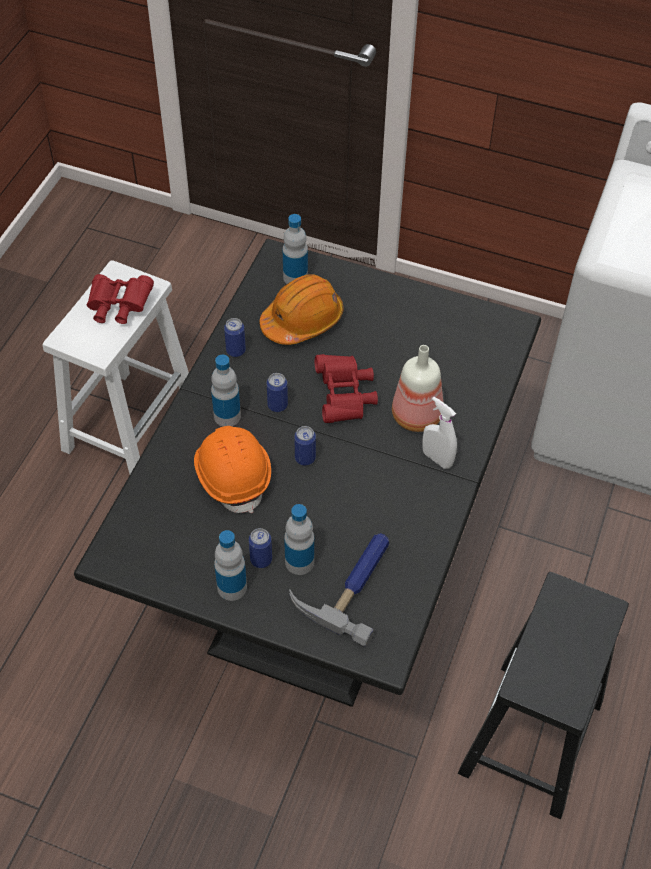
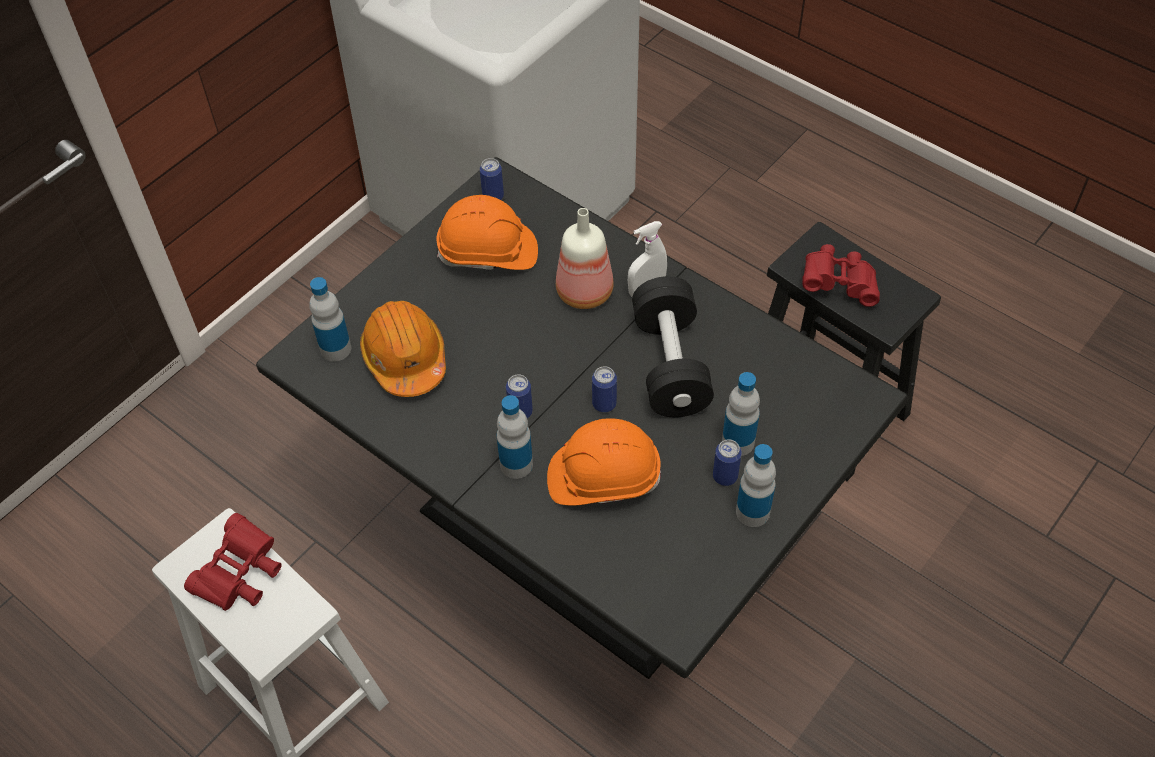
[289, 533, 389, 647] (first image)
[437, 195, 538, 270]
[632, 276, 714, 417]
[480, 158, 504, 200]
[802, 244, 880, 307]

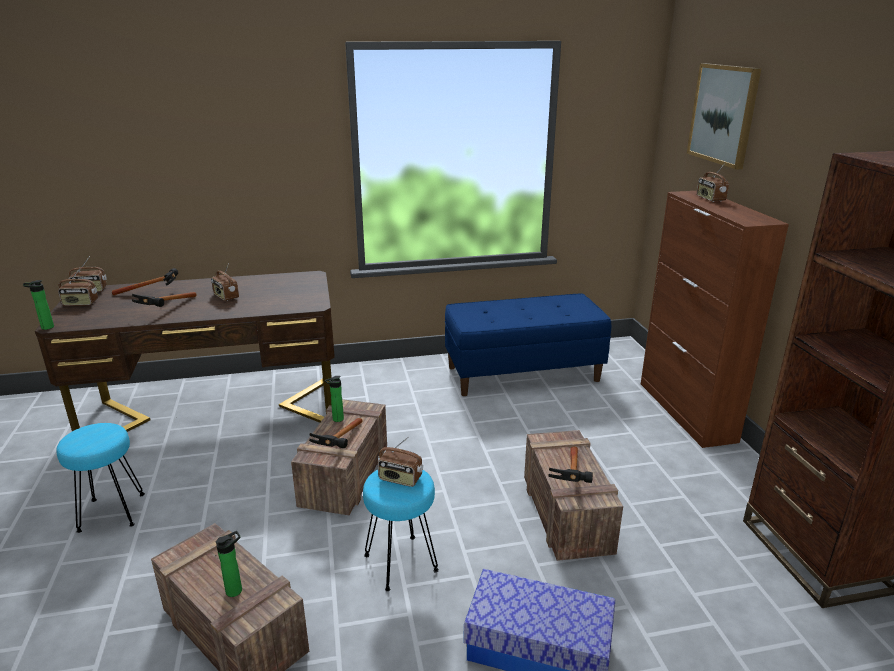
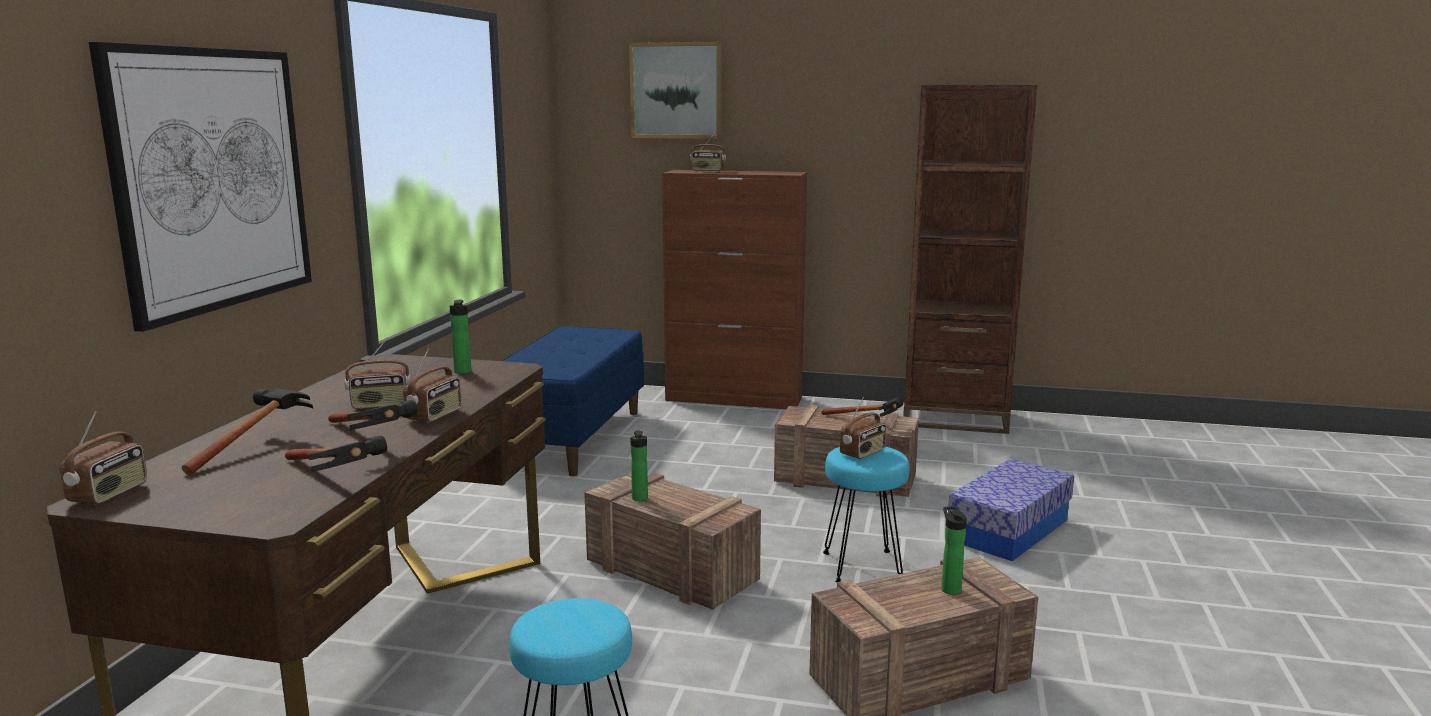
[89, 42, 312, 332]
[450, 299, 471, 374]
[403, 348, 462, 422]
[285, 435, 387, 472]

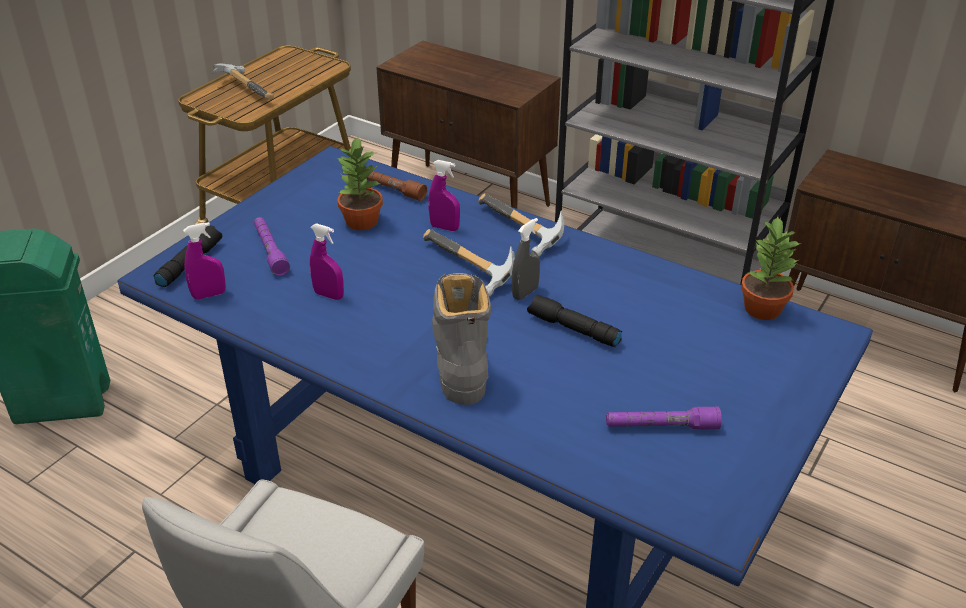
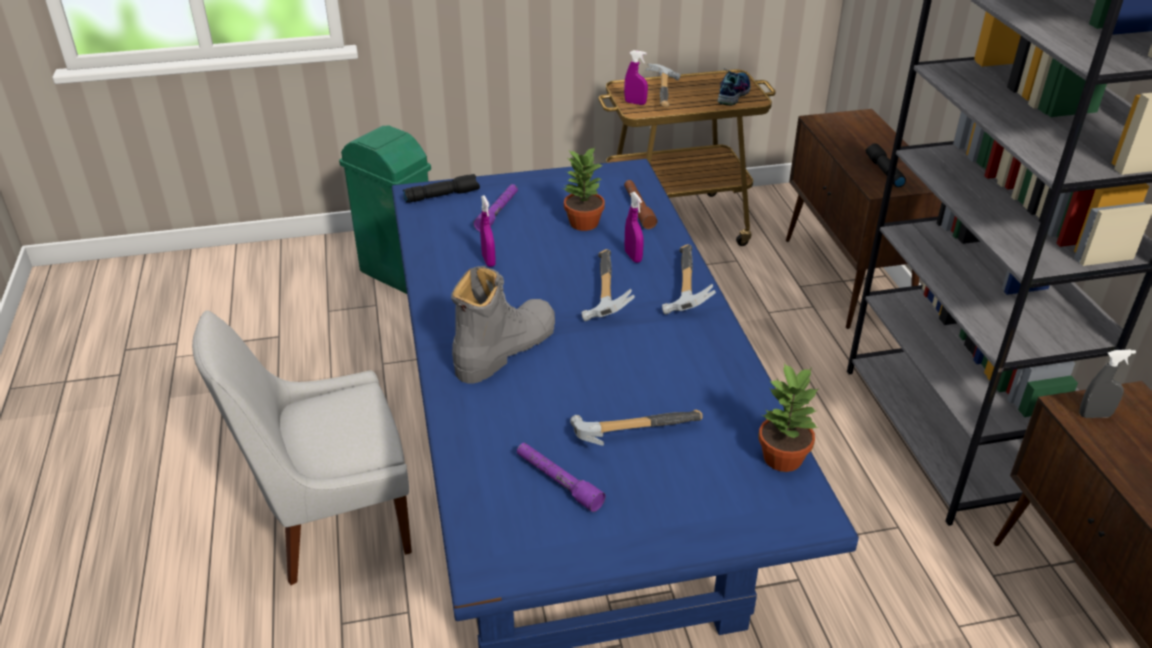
[570, 410, 703, 446]
[718, 68, 751, 106]
[624, 50, 648, 105]
[1079, 350, 1136, 418]
[866, 143, 906, 187]

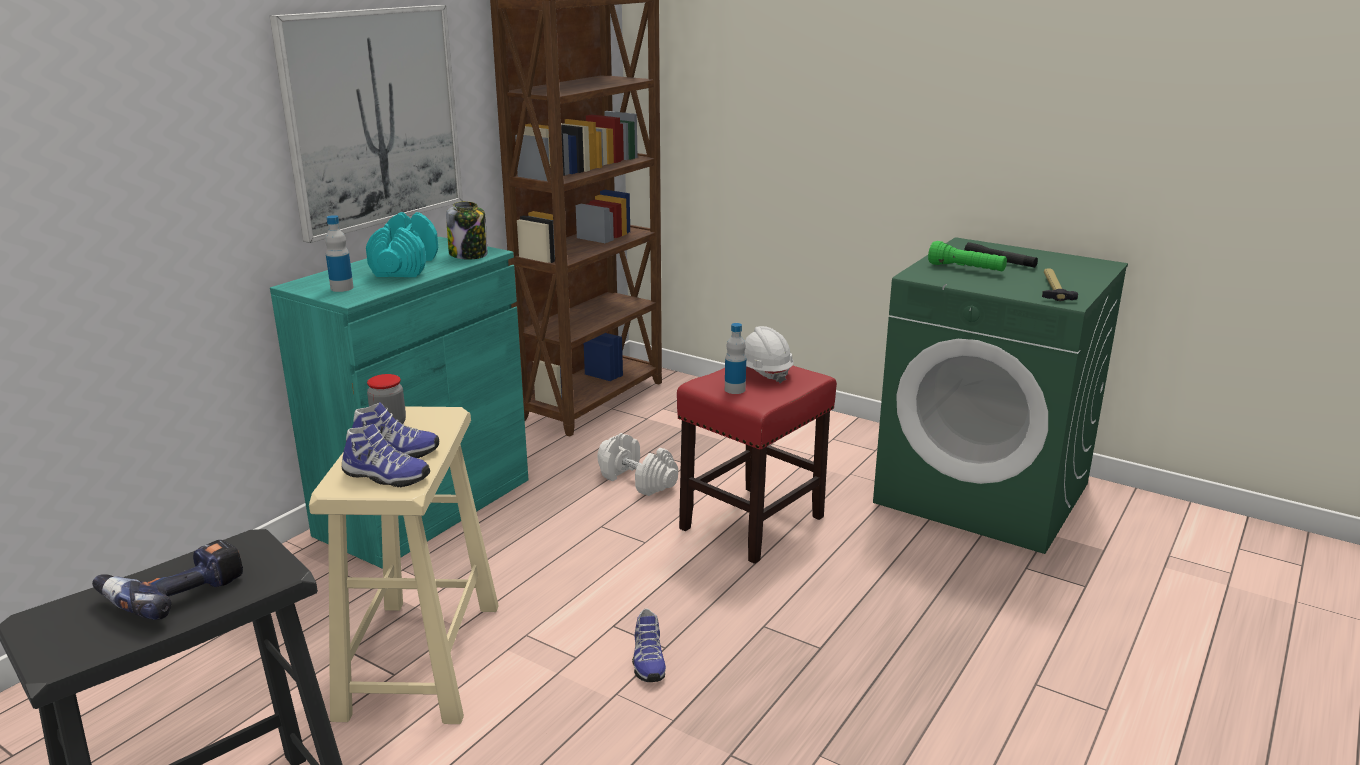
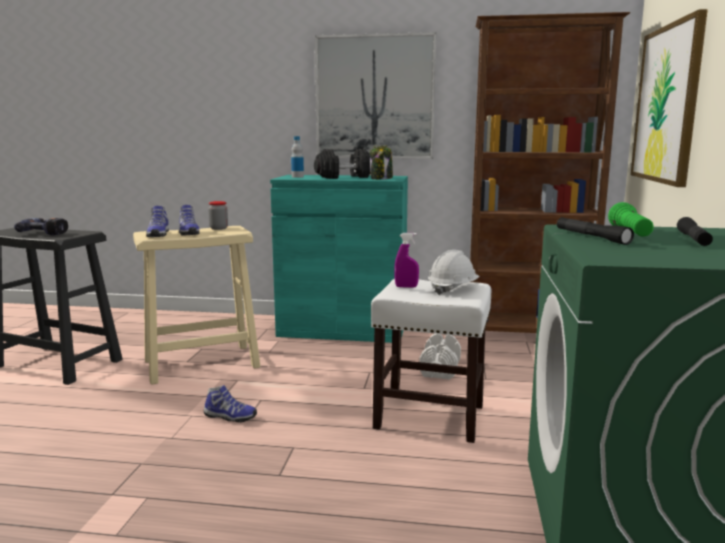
[1042, 269, 1078, 301] (first image)
[557, 217, 634, 245]
[631, 9, 708, 187]
[394, 233, 419, 288]
[314, 149, 371, 179]
[371, 278, 491, 443]
[204, 385, 257, 423]

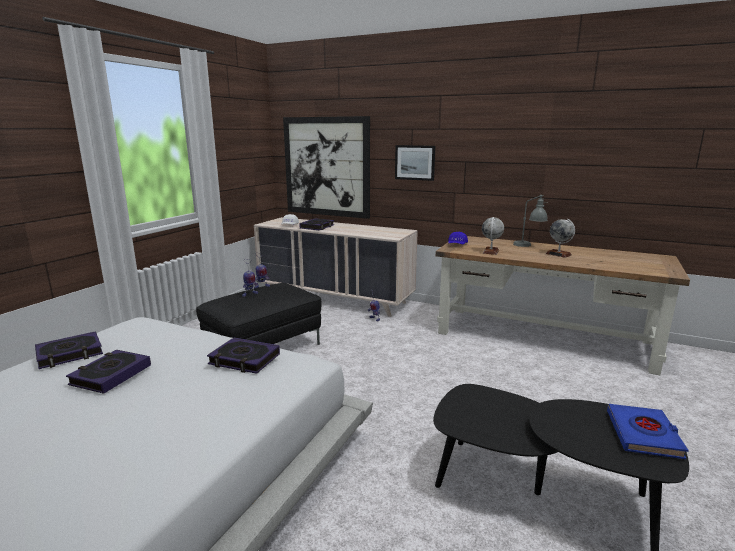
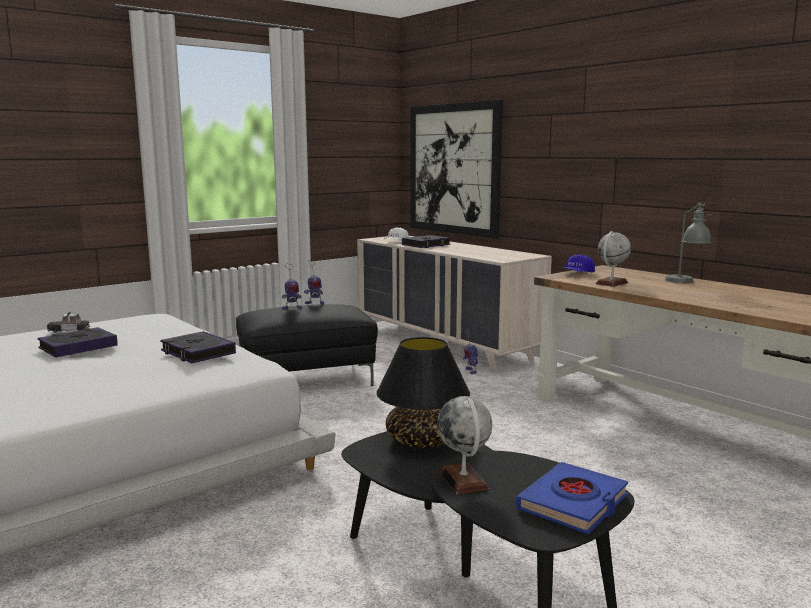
[395, 145, 435, 181] (first image)
[376, 337, 470, 448]
[437, 396, 493, 495]
[47, 311, 90, 333]

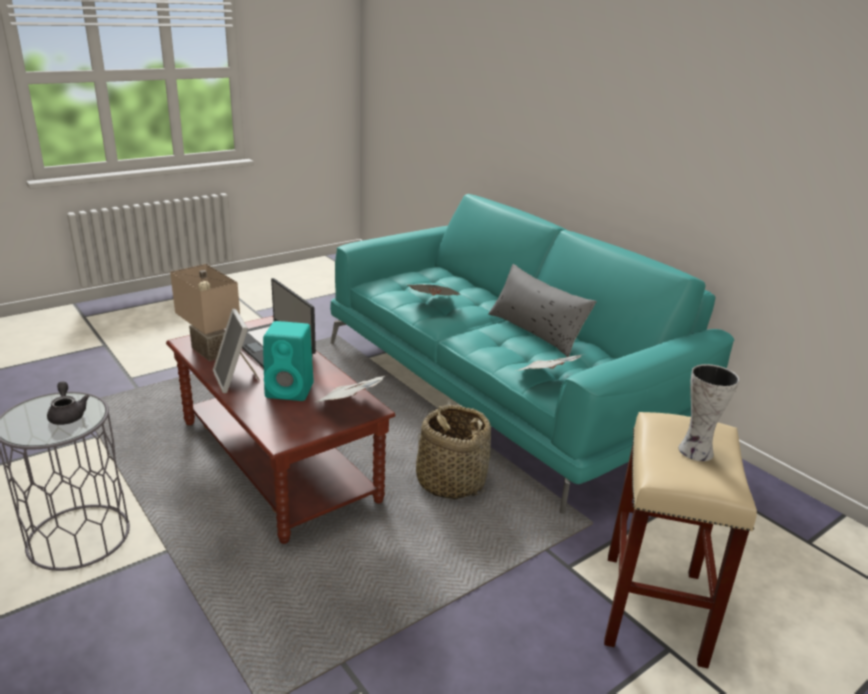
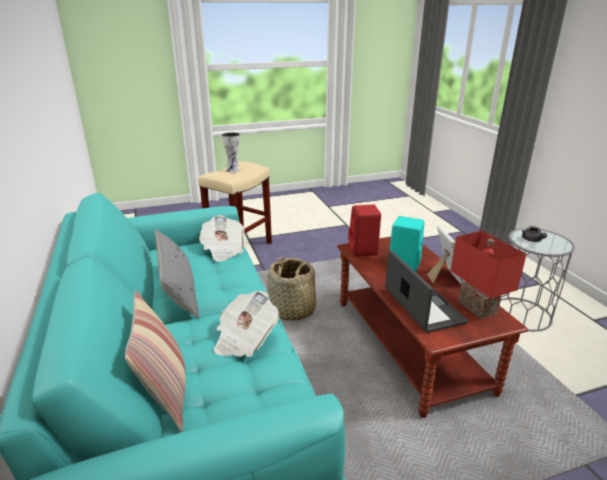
[125, 290, 186, 432]
[348, 205, 381, 257]
[450, 230, 527, 319]

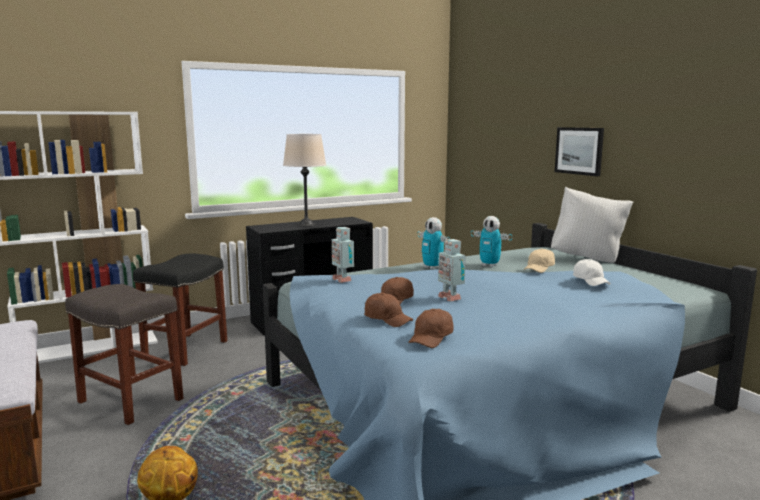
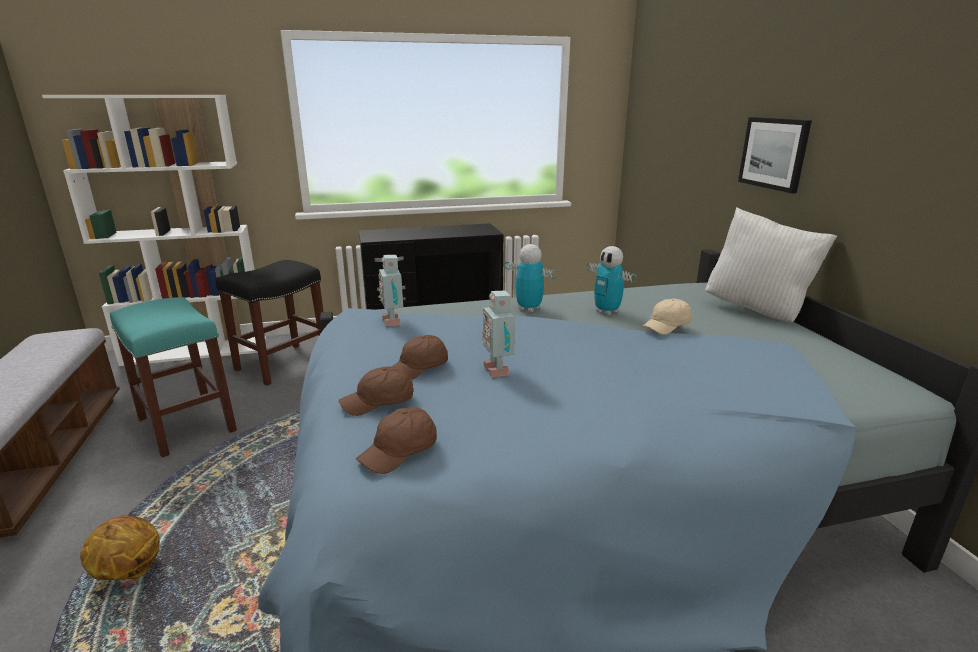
[283, 134, 326, 227] (first image)
[573, 259, 611, 286] (first image)
[110, 297, 237, 457]
[339, 366, 414, 416]
[505, 244, 556, 312]

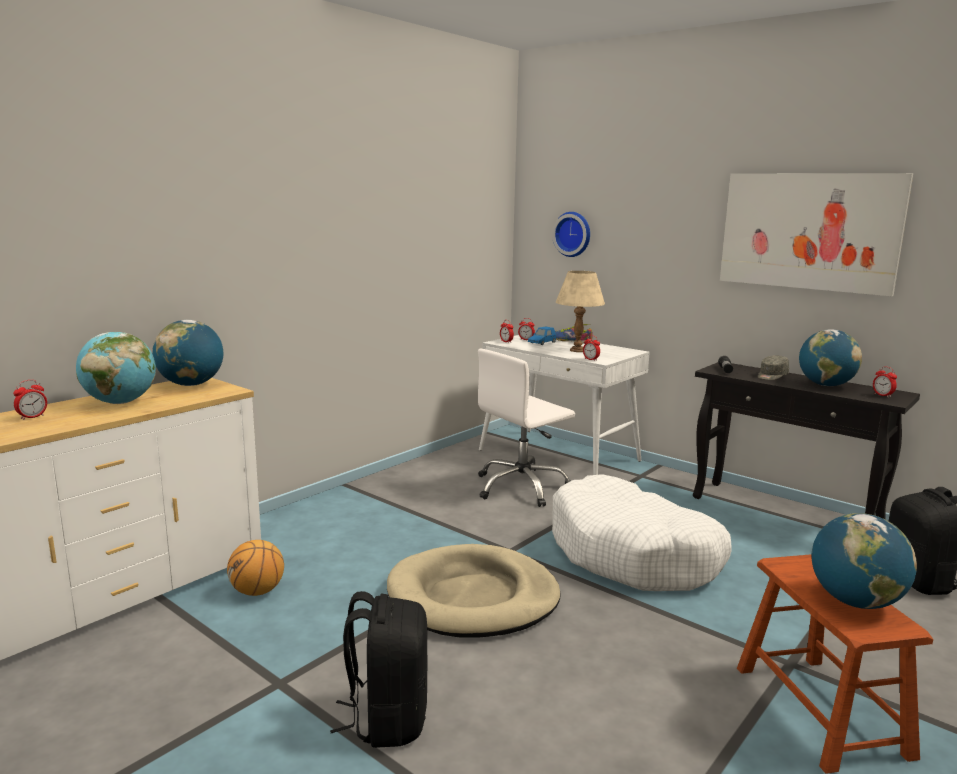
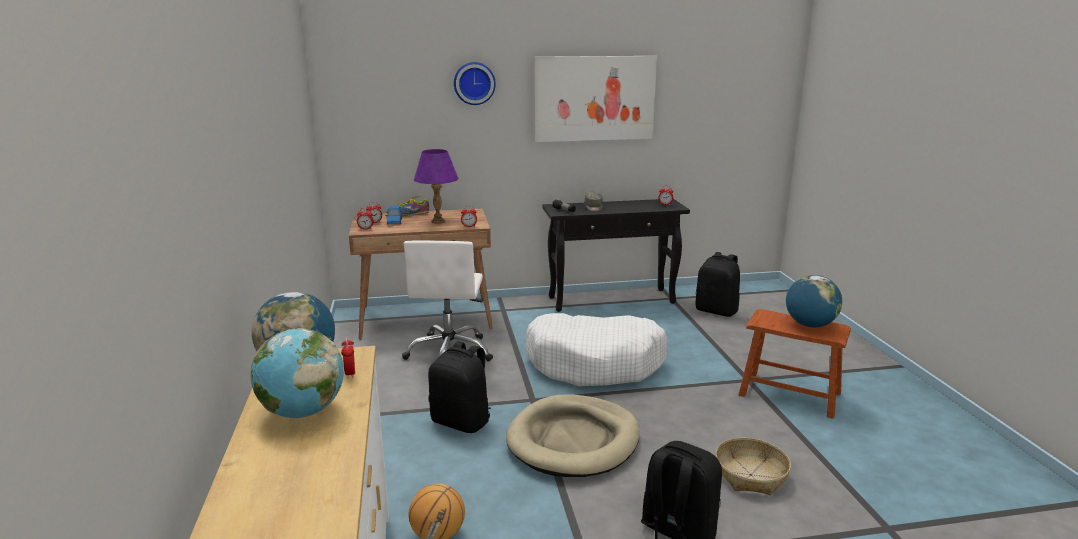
[799, 329, 862, 386] (first image)
[428, 341, 491, 433]
[715, 438, 791, 495]
[341, 336, 355, 379]
[454, 62, 496, 105]
[349, 209, 493, 340]
[414, 149, 459, 223]

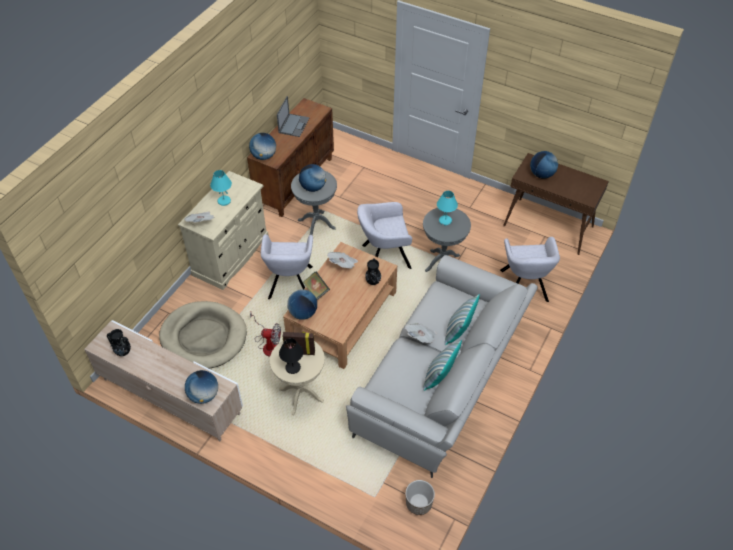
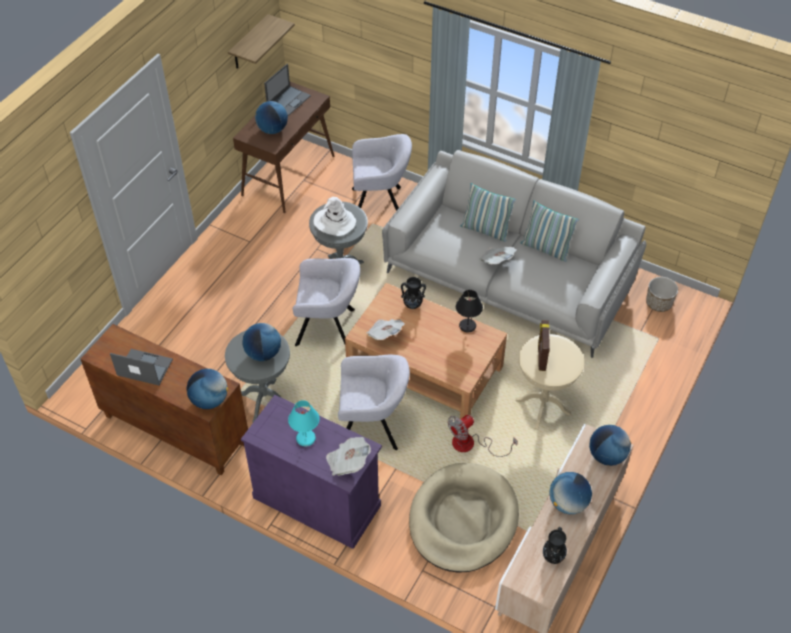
[303, 271, 330, 300] (first image)
[228, 14, 295, 69]
[264, 64, 311, 116]
[456, 290, 483, 333]
[549, 472, 592, 514]
[314, 197, 356, 236]
[241, 395, 382, 549]
[448, 415, 518, 457]
[293, 258, 360, 346]

